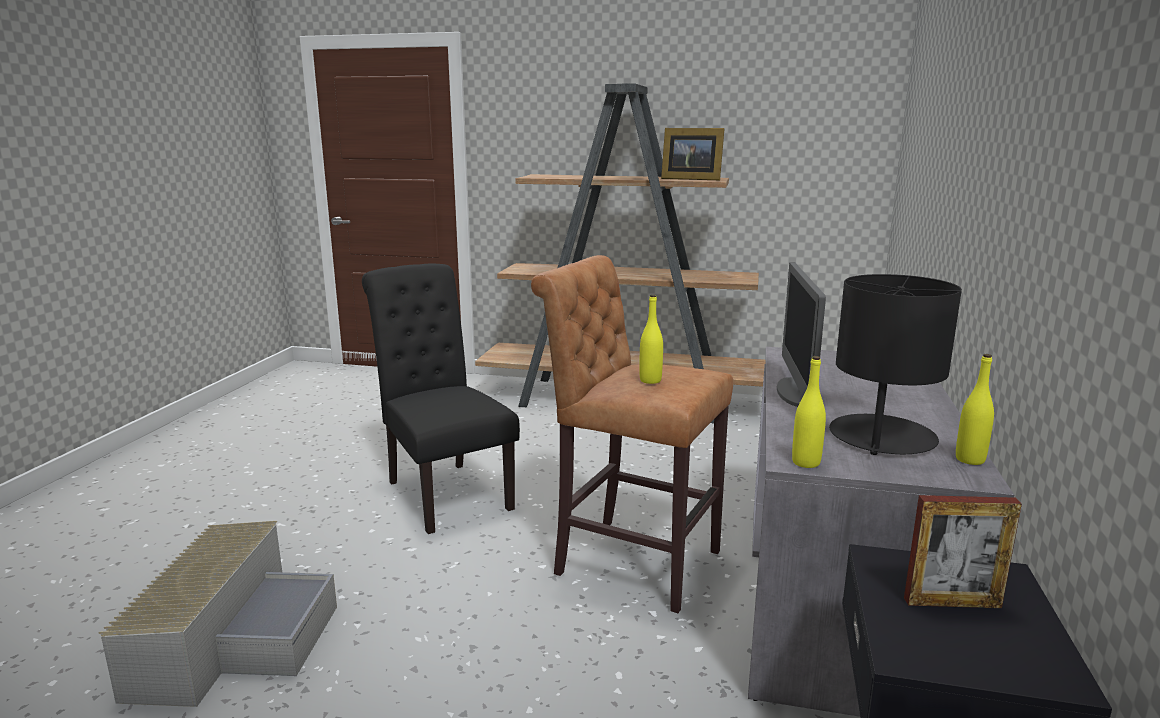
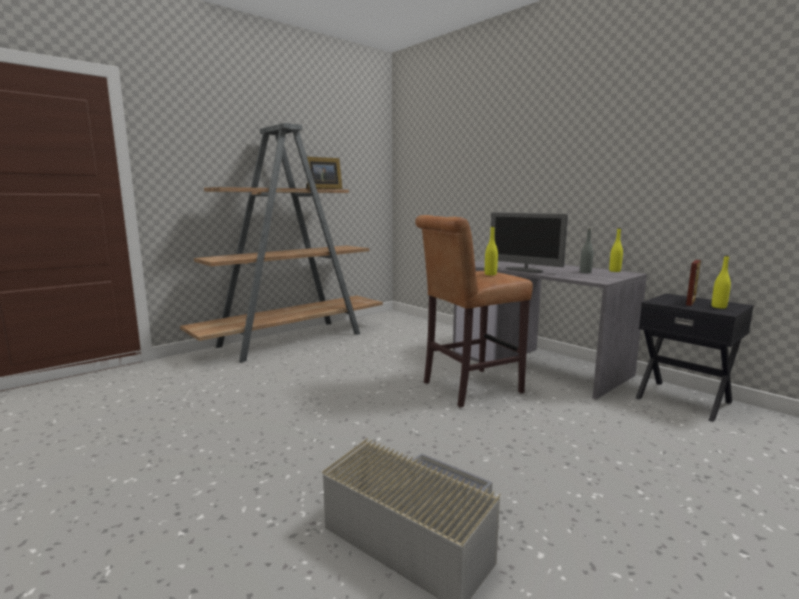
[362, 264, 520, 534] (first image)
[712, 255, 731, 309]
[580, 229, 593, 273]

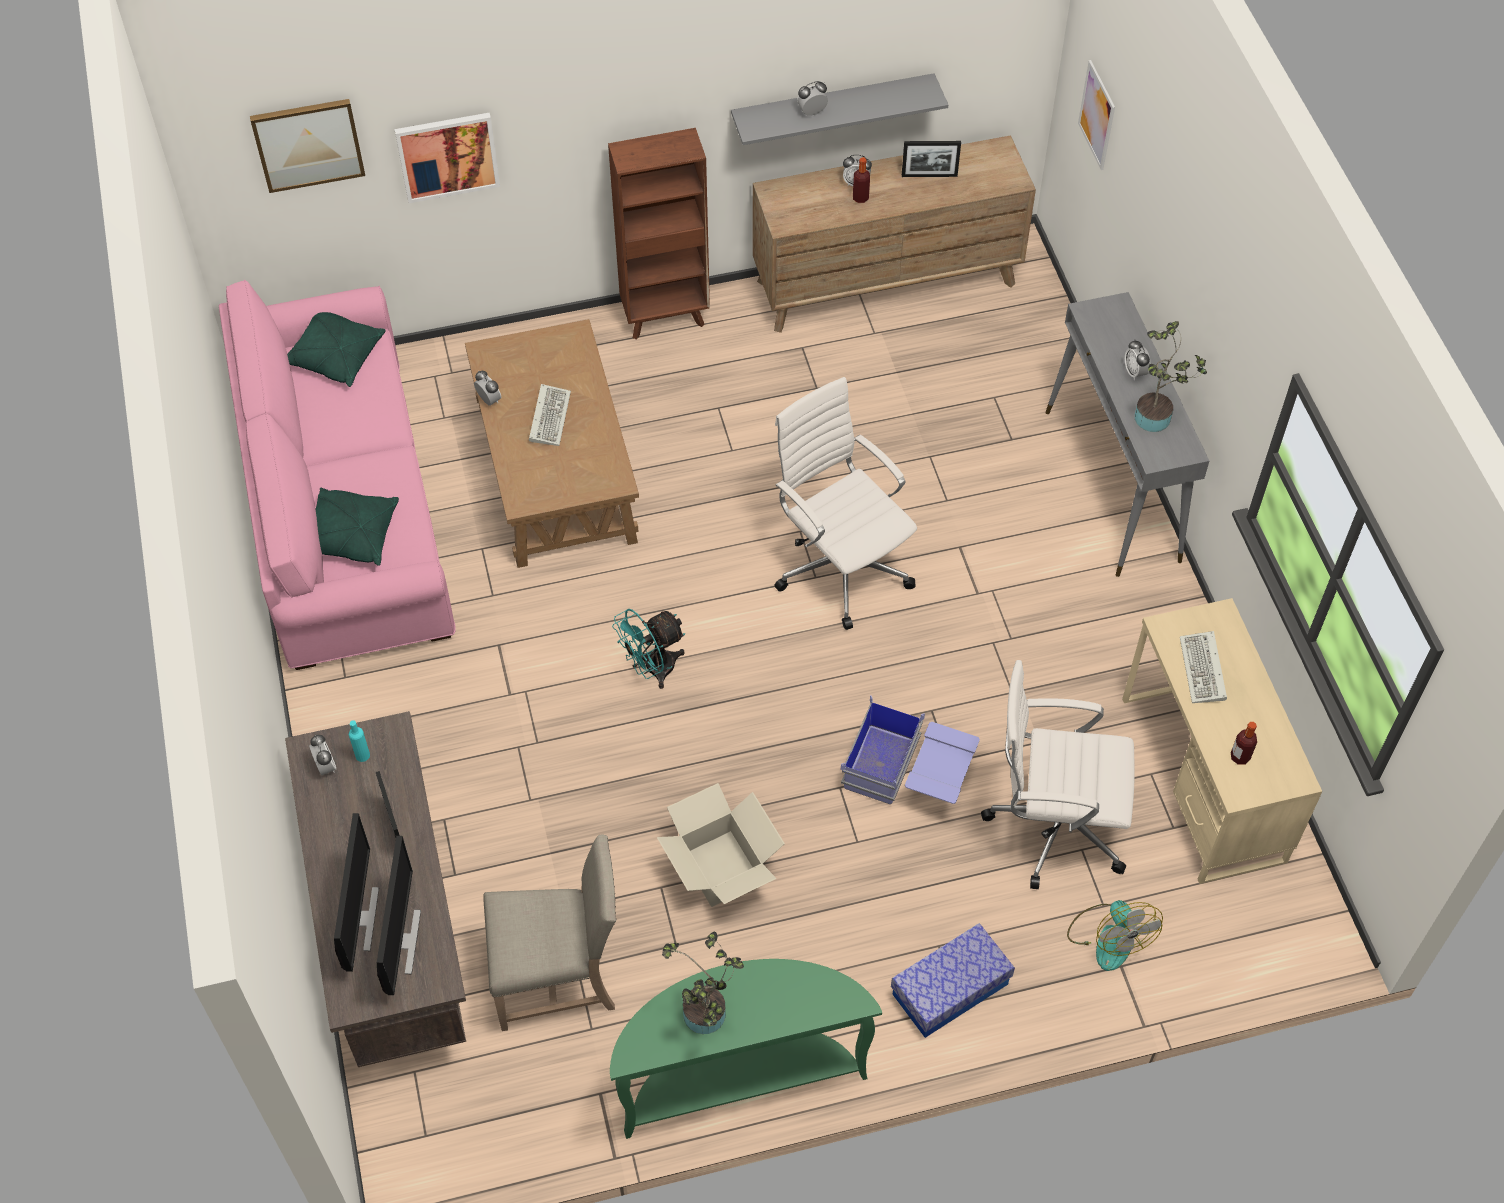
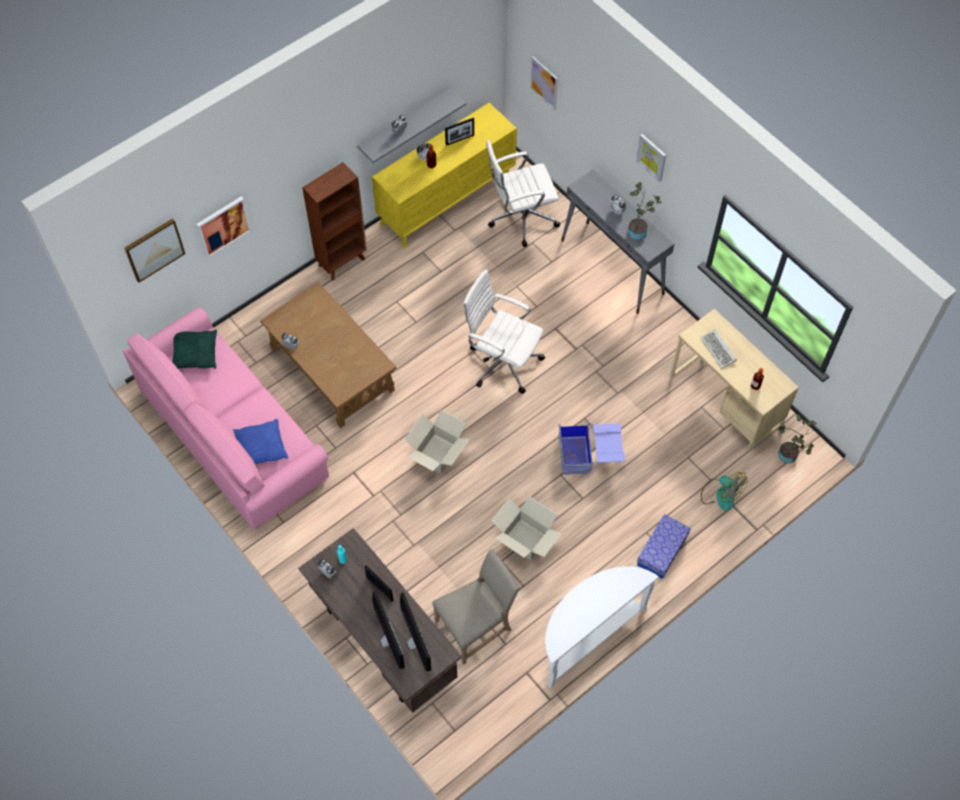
[529, 384, 571, 446] (first image)
[636, 134, 666, 182]
[778, 414, 817, 463]
[486, 140, 560, 247]
[404, 410, 470, 473]
[233, 419, 288, 464]
[545, 566, 659, 689]
[372, 103, 517, 248]

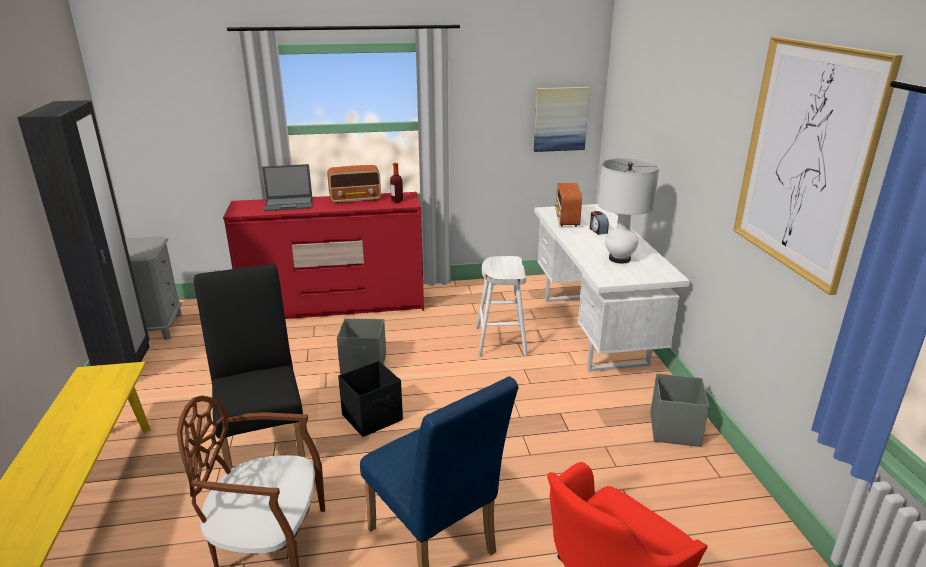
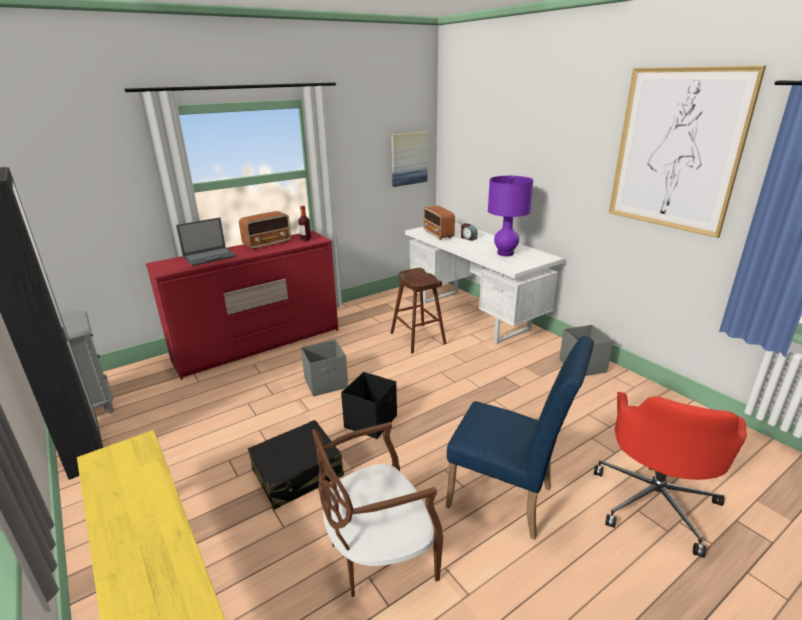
[248, 420, 344, 510]
[391, 268, 446, 354]
[488, 176, 533, 256]

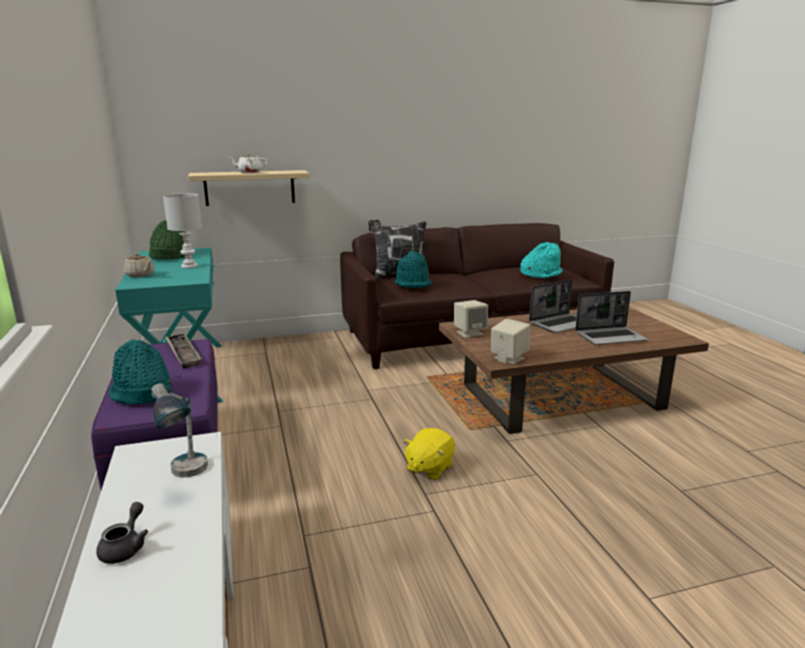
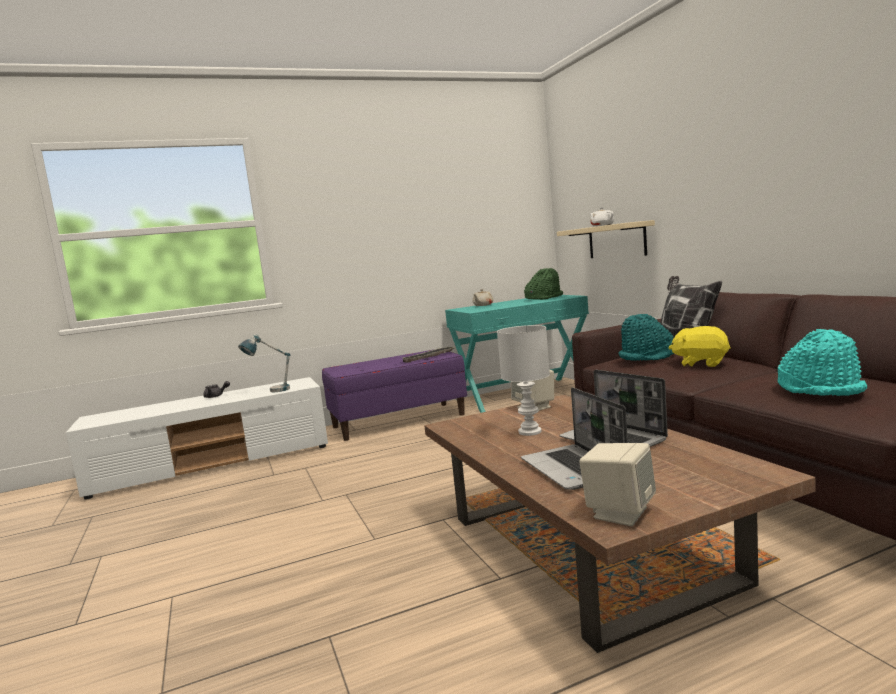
[109, 339, 172, 405] (first image)
[497, 325, 550, 436]
[668, 326, 731, 367]
[579, 443, 656, 526]

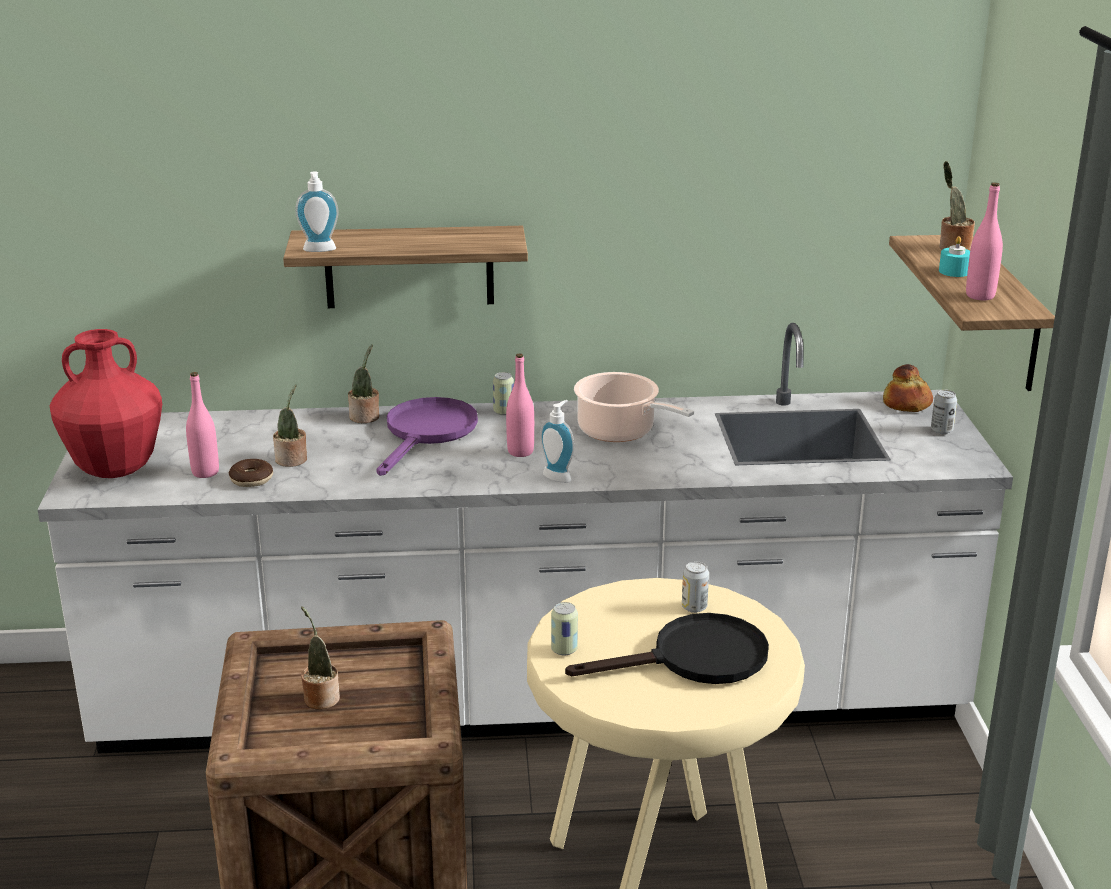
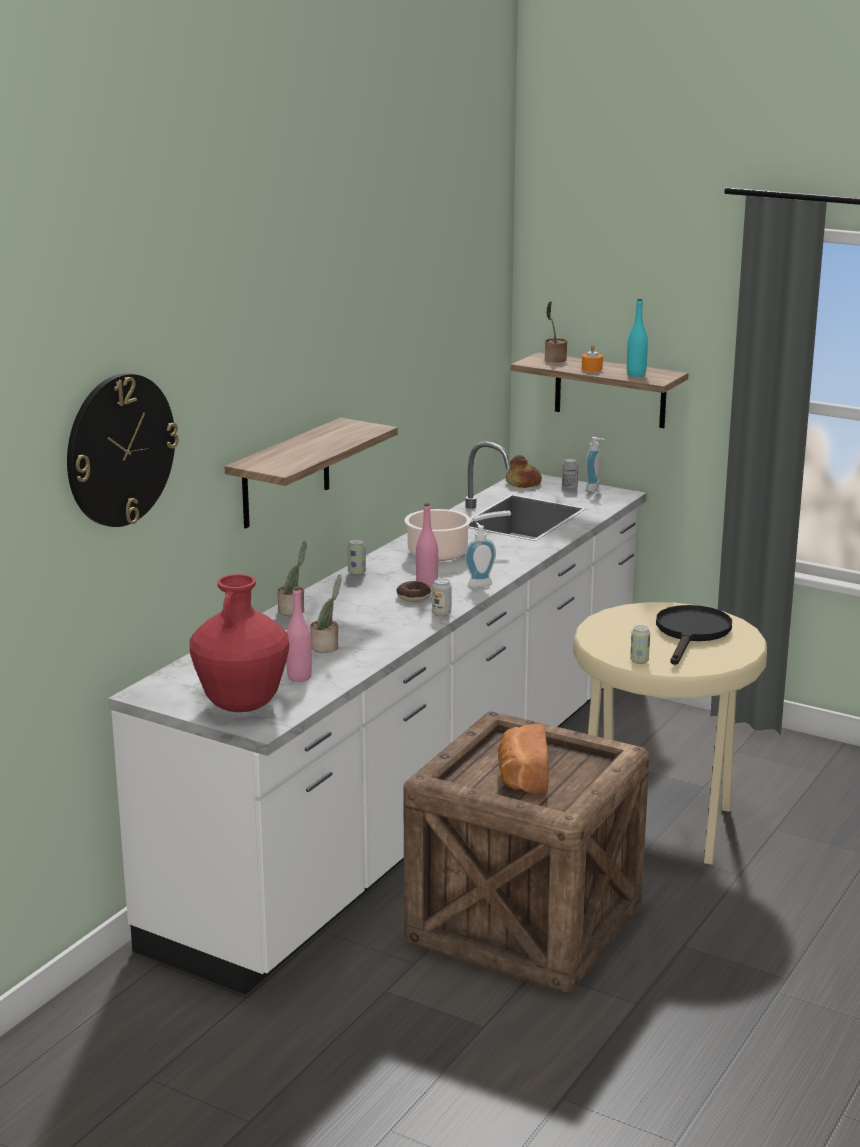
[376, 397, 478, 476] (first image)
[67, 373, 179, 527]
[397, 581, 431, 602]
[586, 437, 605, 491]
[432, 578, 451, 617]
[498, 724, 549, 794]
[582, 345, 603, 372]
[627, 299, 648, 377]

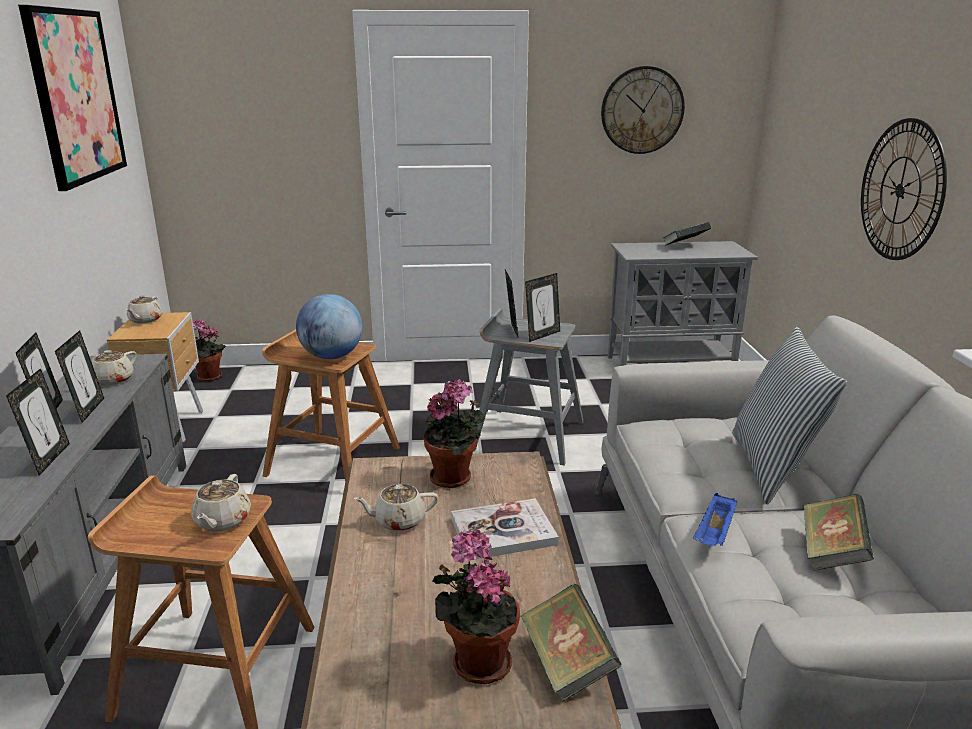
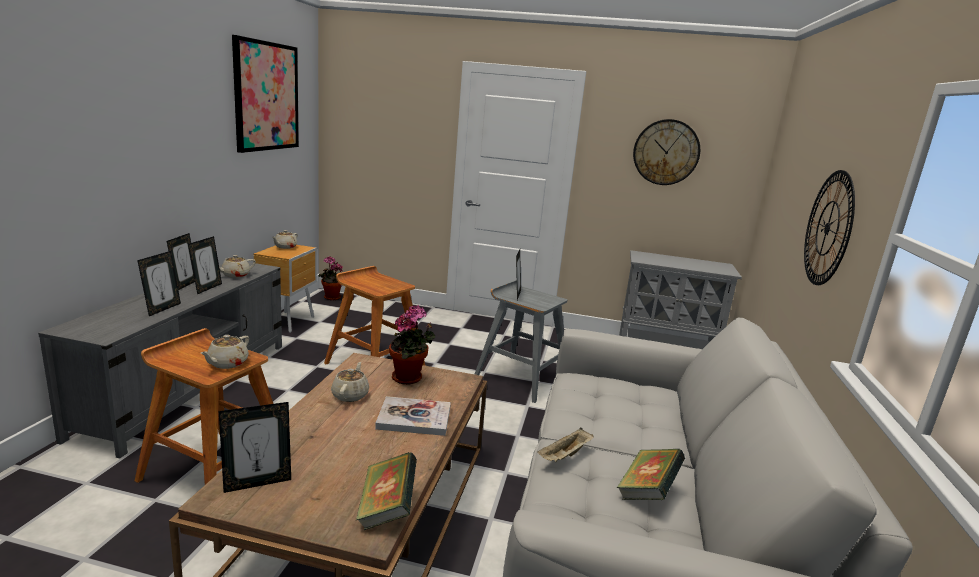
[296, 294, 362, 359] (first image)
[432, 530, 520, 684] (first image)
[663, 222, 711, 246] (first image)
[732, 327, 848, 505] (first image)
[219, 402, 291, 493]
[537, 428, 594, 462]
[331, 362, 369, 402]

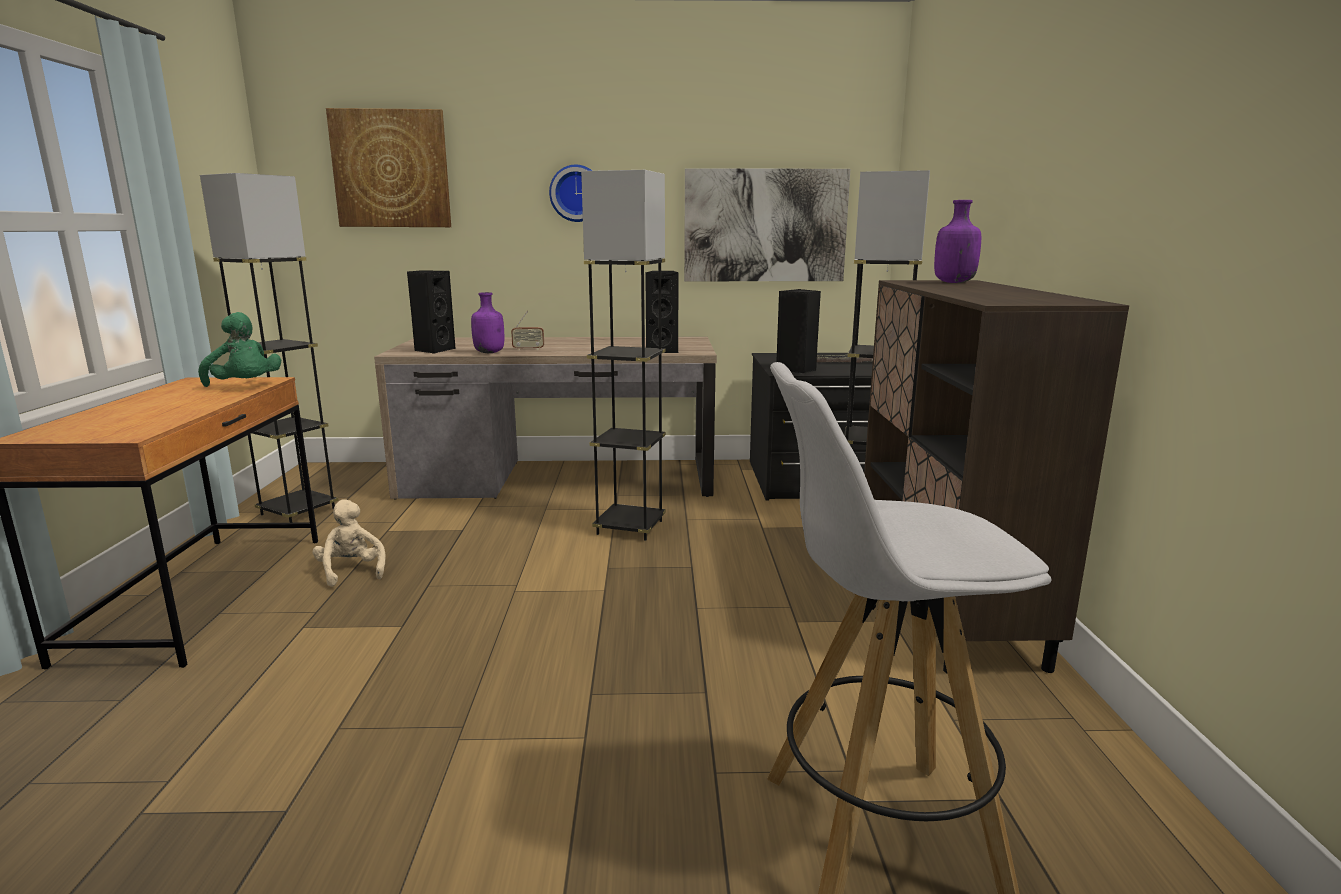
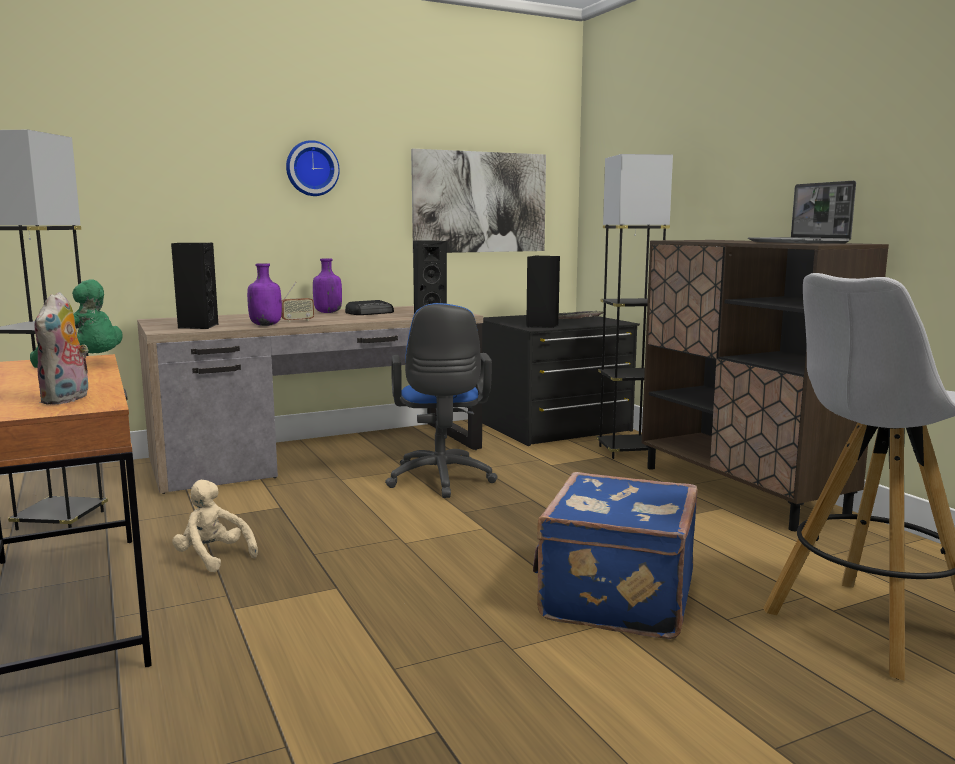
[326, 108, 451, 227] (first image)
[34, 292, 89, 405]
[345, 300, 394, 315]
[533, 472, 698, 639]
[748, 181, 856, 244]
[313, 258, 342, 313]
[385, 303, 497, 498]

